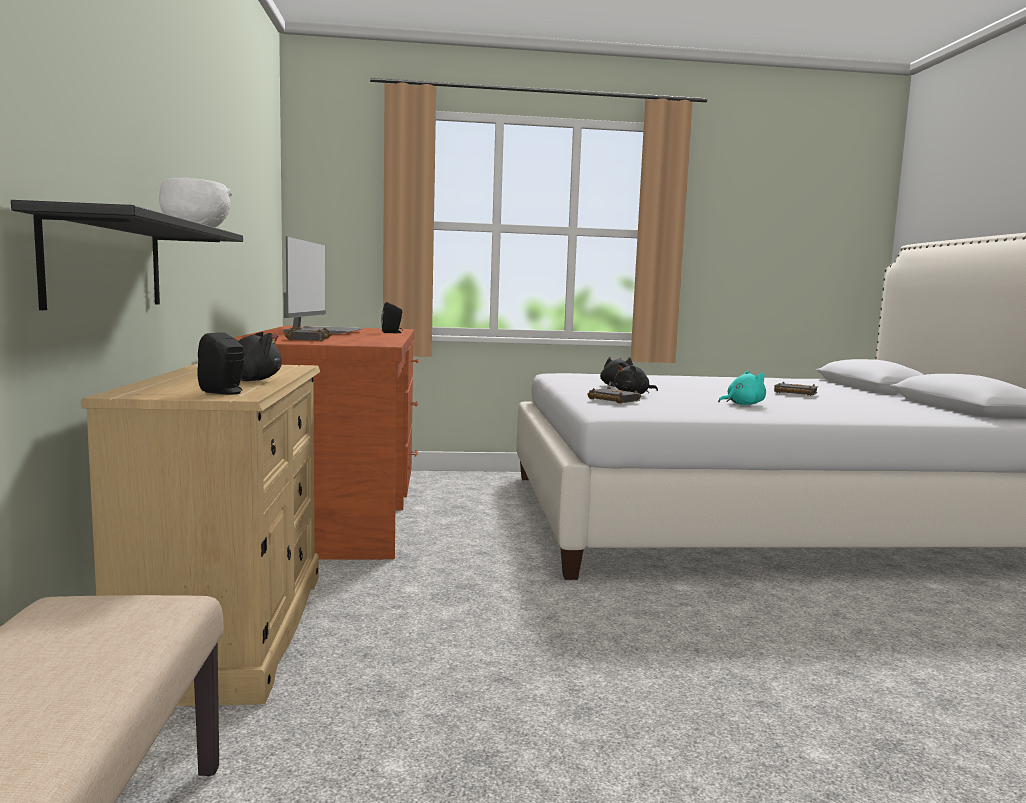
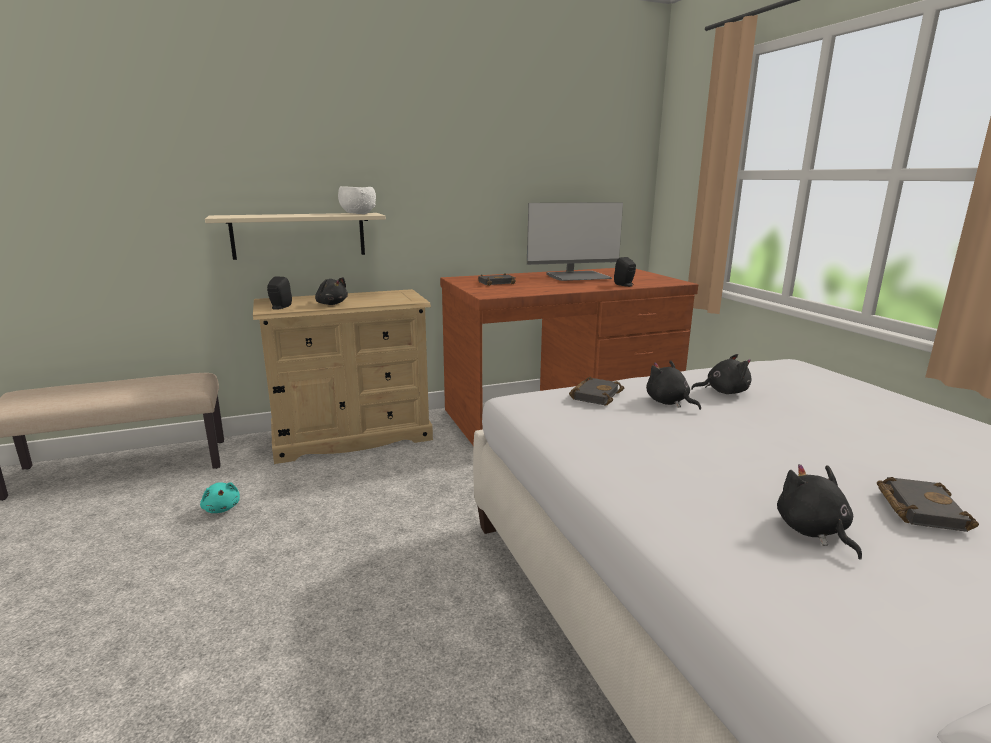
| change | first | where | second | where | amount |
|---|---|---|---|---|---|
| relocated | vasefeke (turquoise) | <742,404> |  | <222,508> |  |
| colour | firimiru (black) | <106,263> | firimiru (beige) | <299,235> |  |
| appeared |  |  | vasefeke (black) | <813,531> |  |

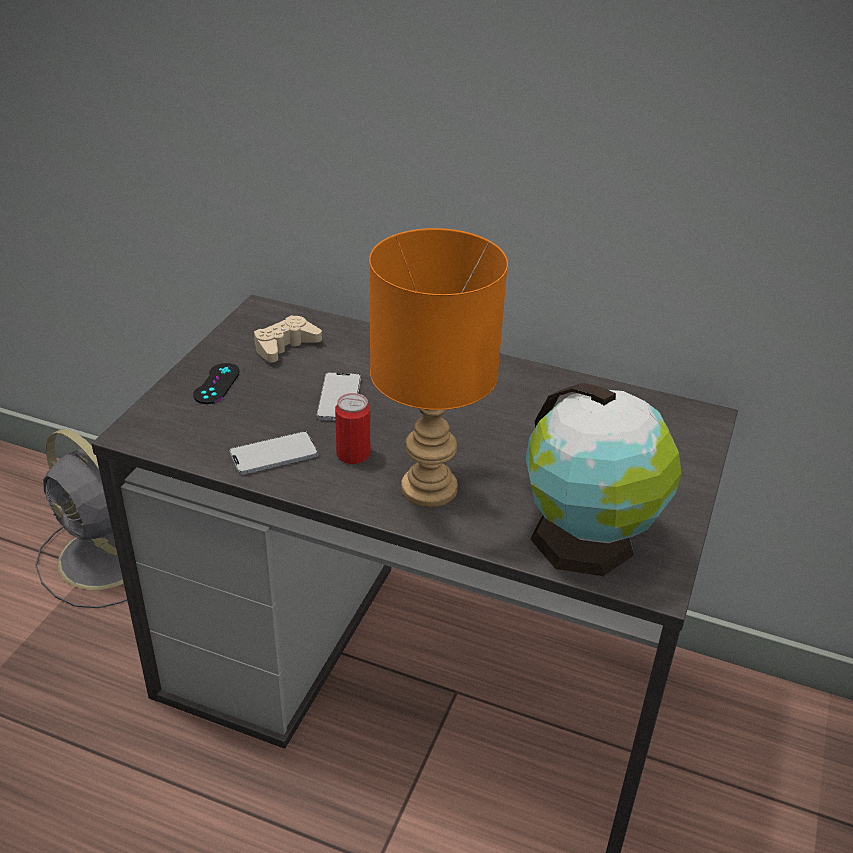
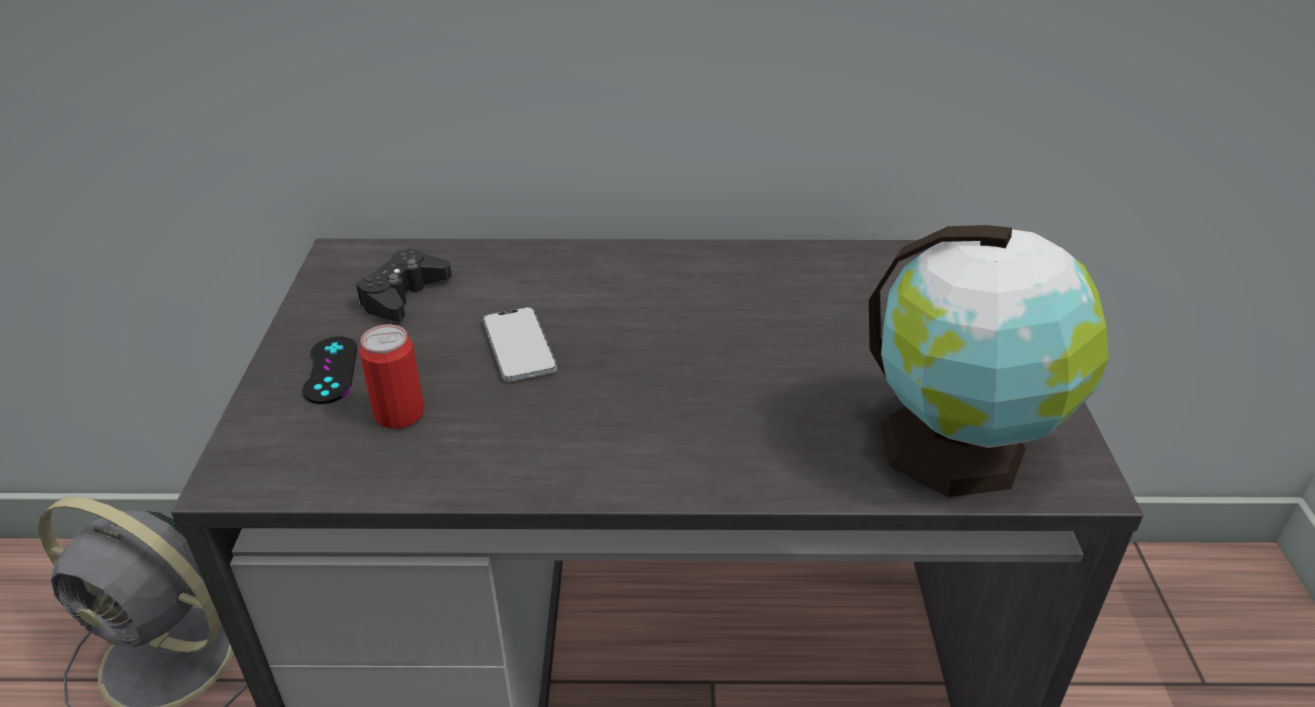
| change | first | where | second | where | amount |
|---|---|---|---|---|---|
| colour | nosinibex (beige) | <285,346> | nosinibex (black) | <403,295> |  |
| relocated | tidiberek | <353,454> |  | <399,414> |  |
| missing | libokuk | <274,454> |  |  |  |
| missing | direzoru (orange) | <431,488> |  |  |  |

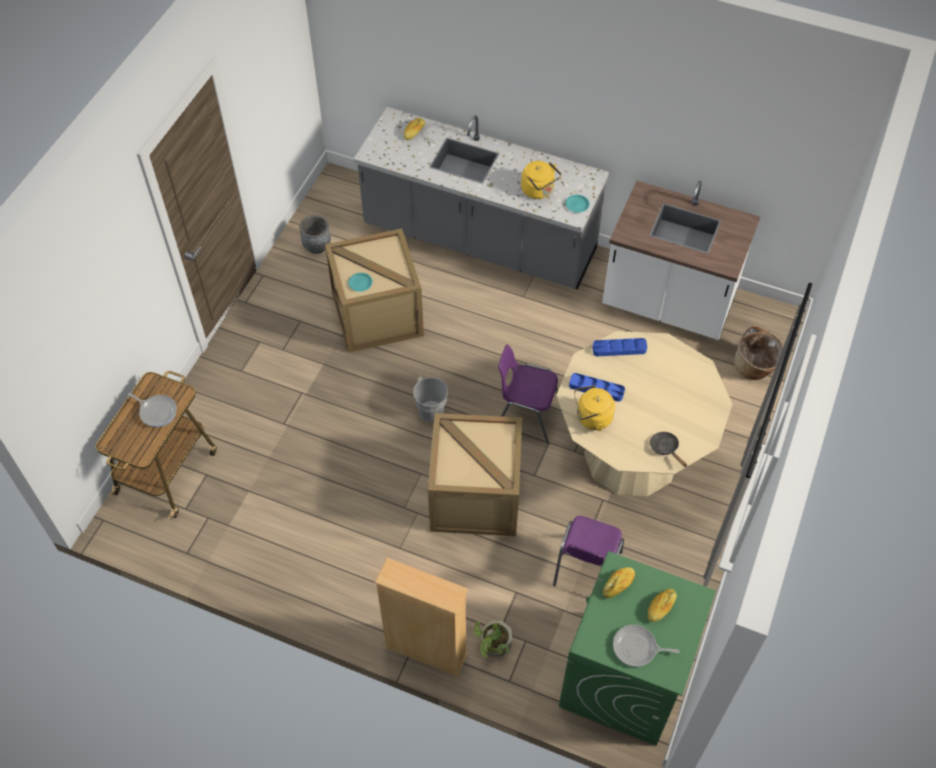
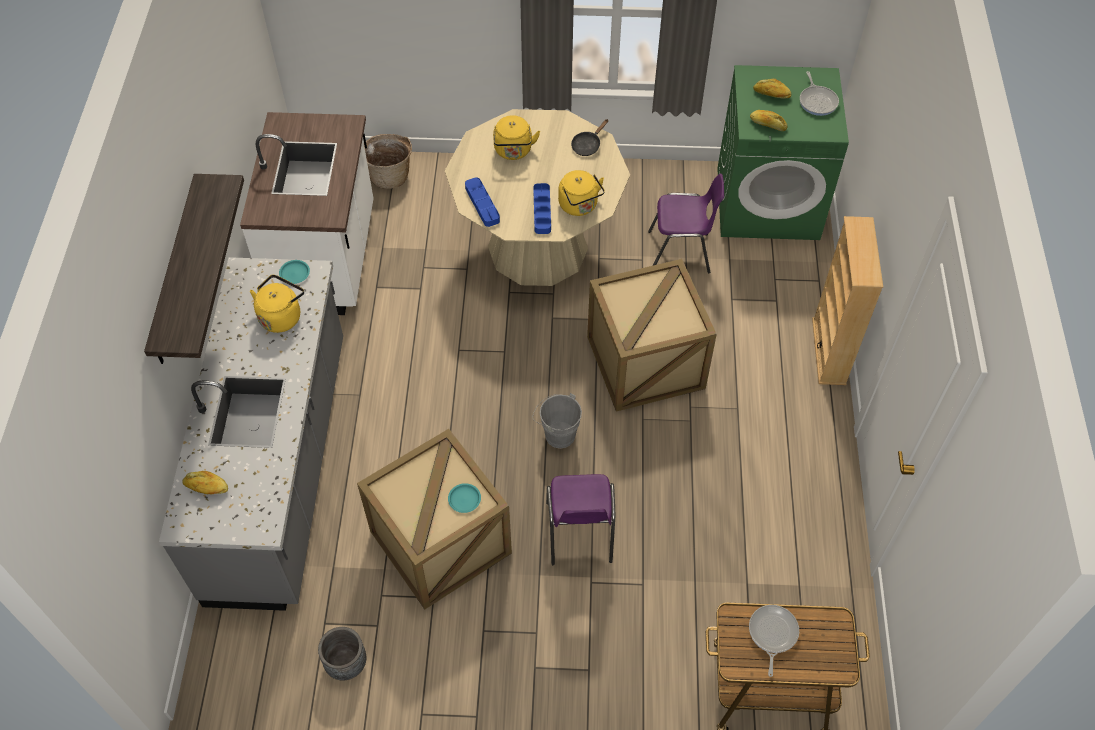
| change | first | where | second | where | amount |
|---|---|---|---|---|---|
| appeared |  |  | firimiru | <176,272> |  |
| appeared |  |  | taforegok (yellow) | <513,151> |  |
| relocated | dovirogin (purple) | <526,415> |  | <579,534> |  |
| missing | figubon | <493,646> |  |  |  |

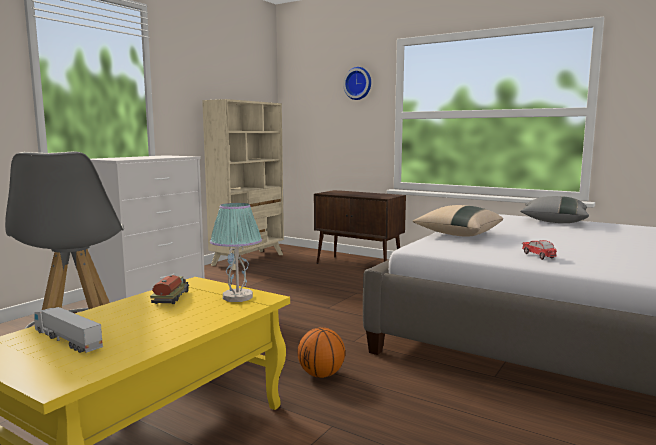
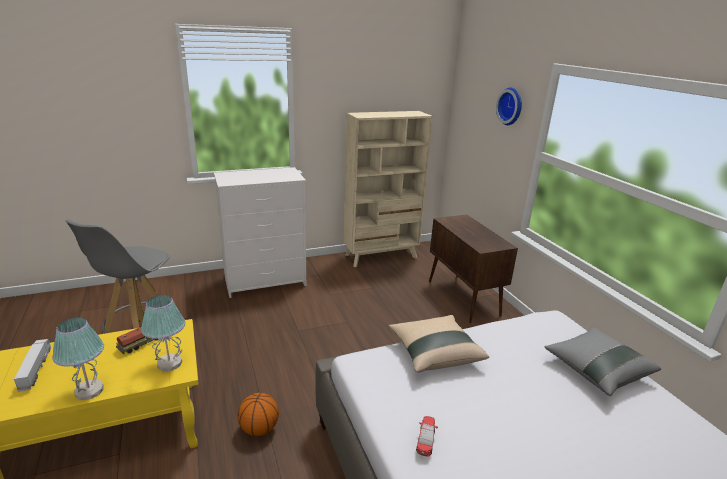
| change | first | where | second | where | amount |
|---|---|---|---|---|---|
| appeared |  |  | direzoru | <89,391> |  |

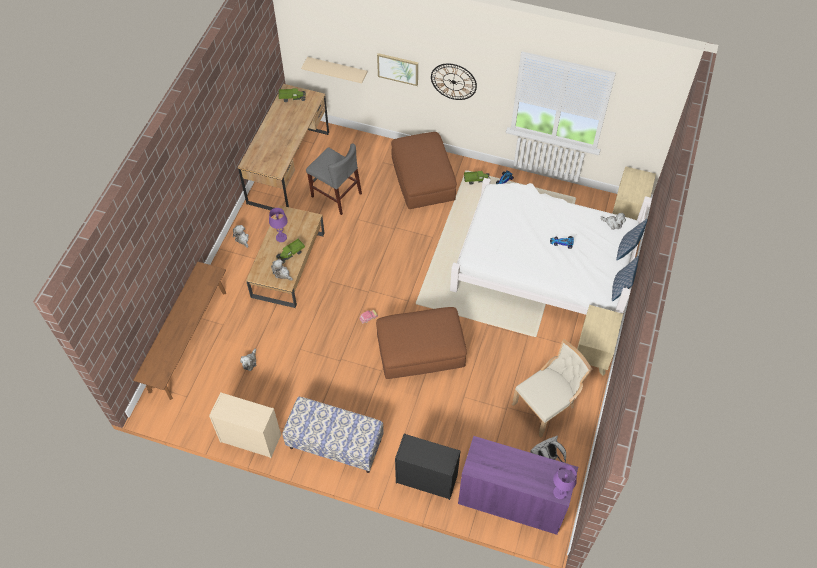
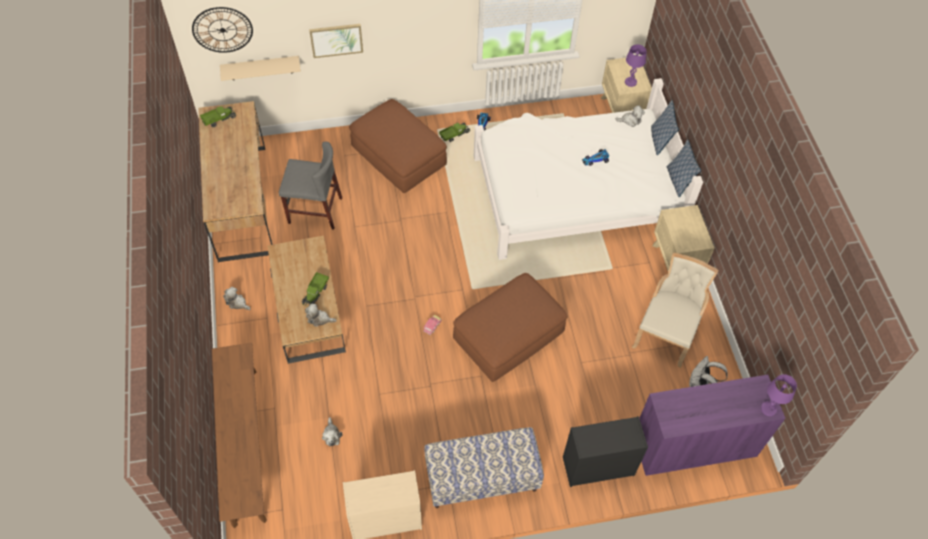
| change | first | where | second | where | amount |
|---|---|---|---|---|---|
| relocated | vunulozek | <453,81> |  | <222,30> |  |
| relocated | direzoru (purple) | <281,238> |  | <630,82> |  |

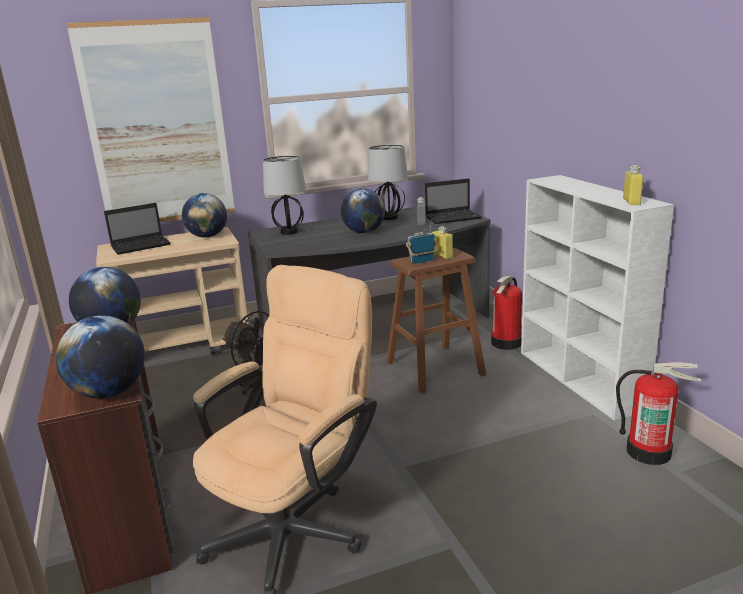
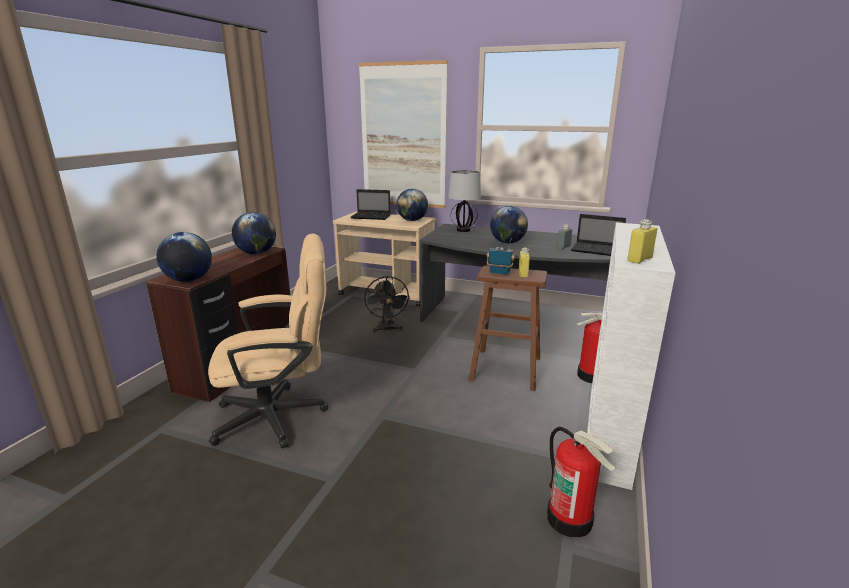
| change | first | where | second | where | amount |
|---|---|---|---|---|---|
| missing | direzoru | <389,218> |  |  |  |

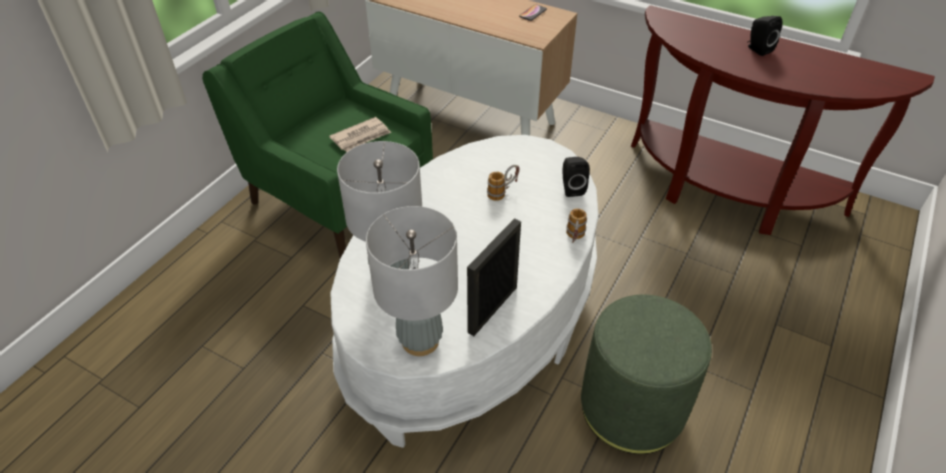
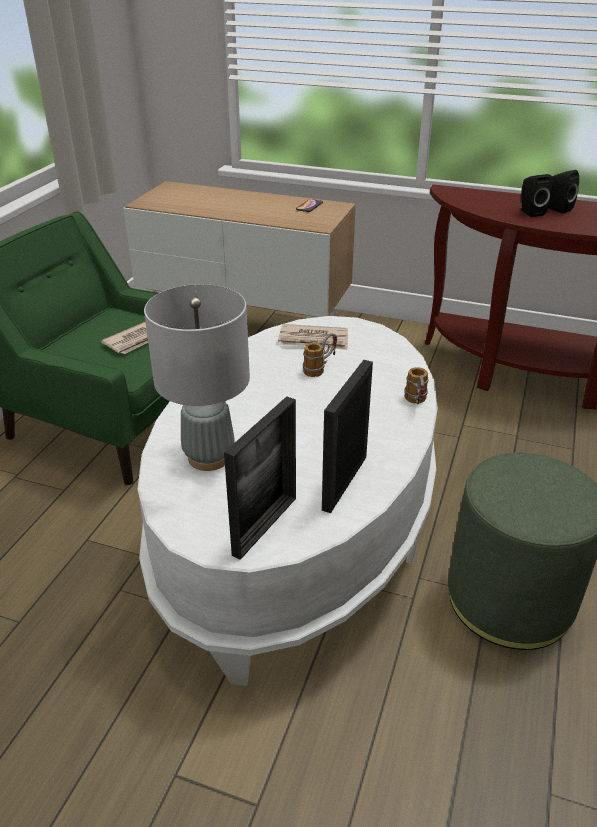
| change | first | where | second | where | amount |
|---|---|---|---|---|---|
| exchanged | direzoru (grey) | <420,340> | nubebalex | <265,525> |  |
| appeared |  |  | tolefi | <314,340> |  |
| relocated | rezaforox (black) | <571,188> |  | <530,212> |  |

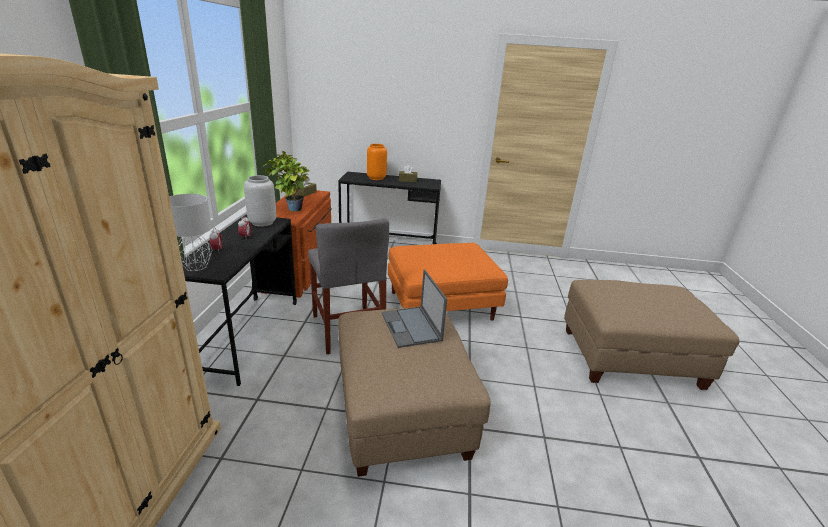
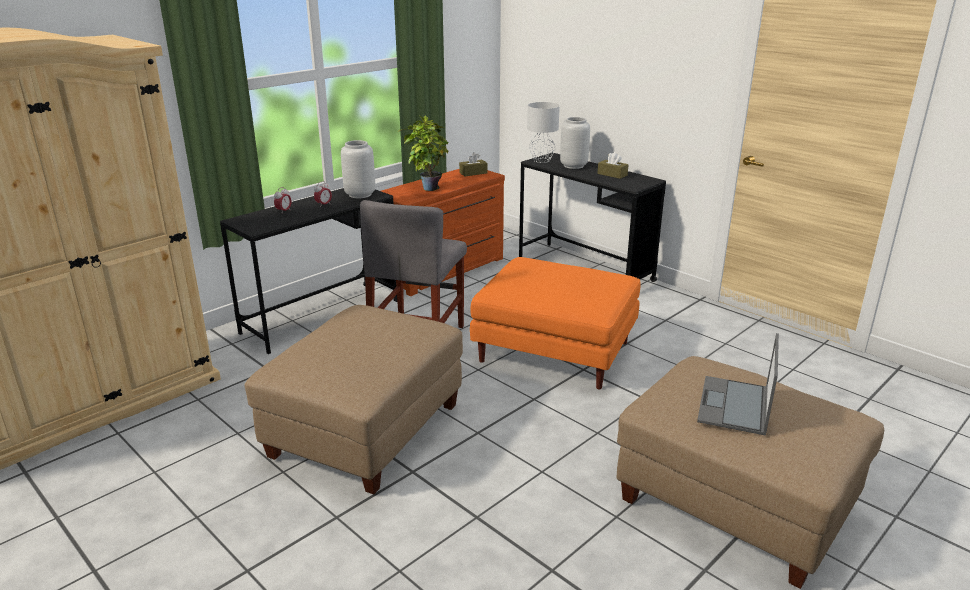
| change | first | where | second | where | amount |
|---|---|---|---|---|---|
| relocated | direzoru (grey) | <197,266> |  | <542,160> |  |
| colour | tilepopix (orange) | <376,178> | tilepopix (grey) | <573,166> |  |
| relocated | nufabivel | <411,327> |  | <734,406> |  |

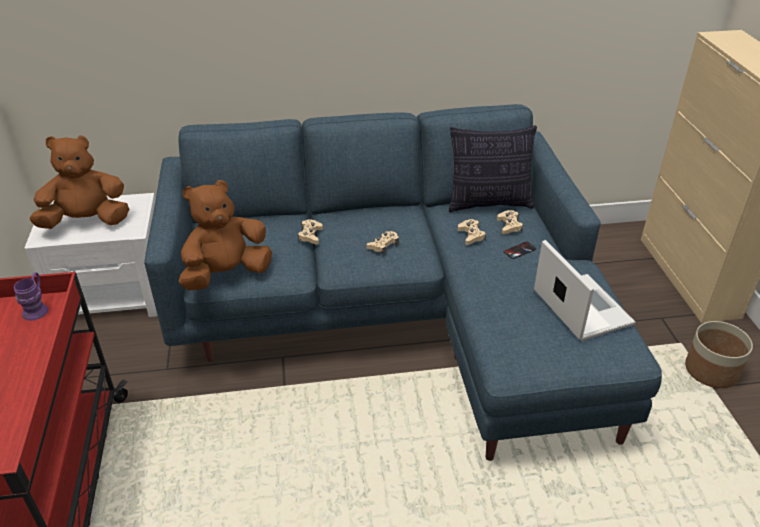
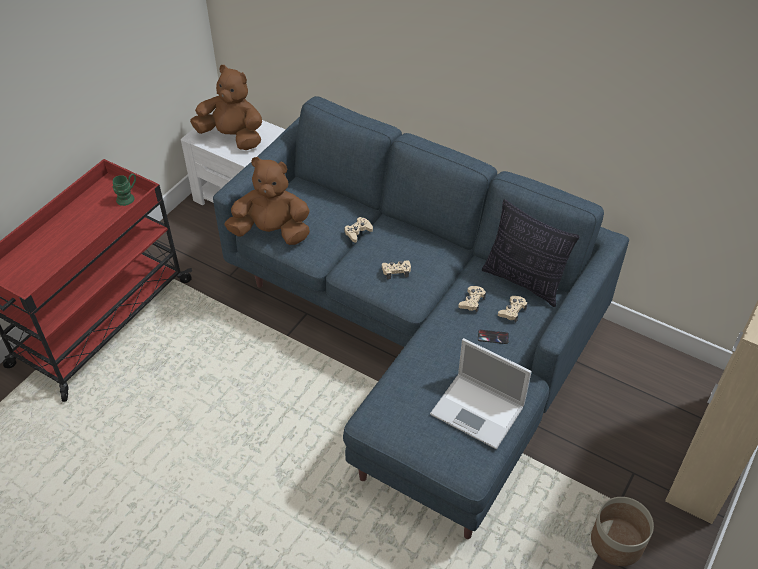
| change | first | where | second | where | amount |
|---|---|---|---|---|---|
| colour | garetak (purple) | <37,308> | garetak (green) | <128,197> |  |
| spun | nufabivel | <580,306> |  | <479,411> | 105 degrees clockwise |

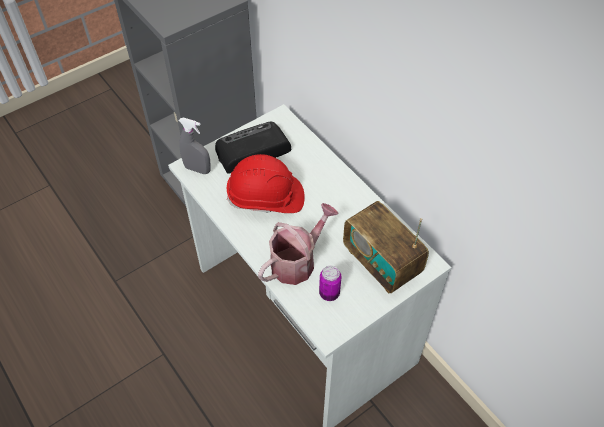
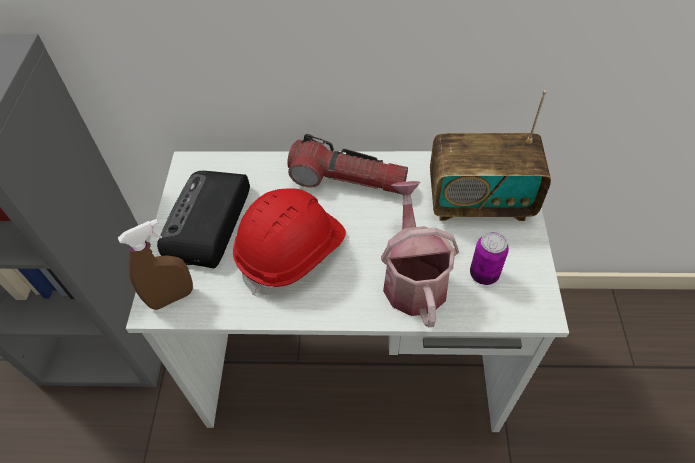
| change | first | where | second | where | amount |
|---|---|---|---|---|---|
| colour | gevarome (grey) | <197,169> | gevarome (brown) | <172,297> |  |
| appeared |  |  | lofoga | <347,180> |  |

